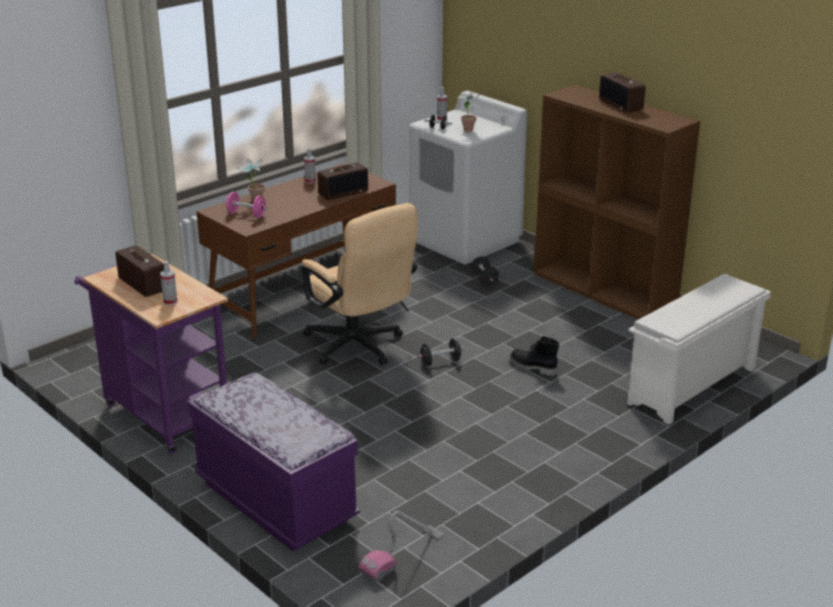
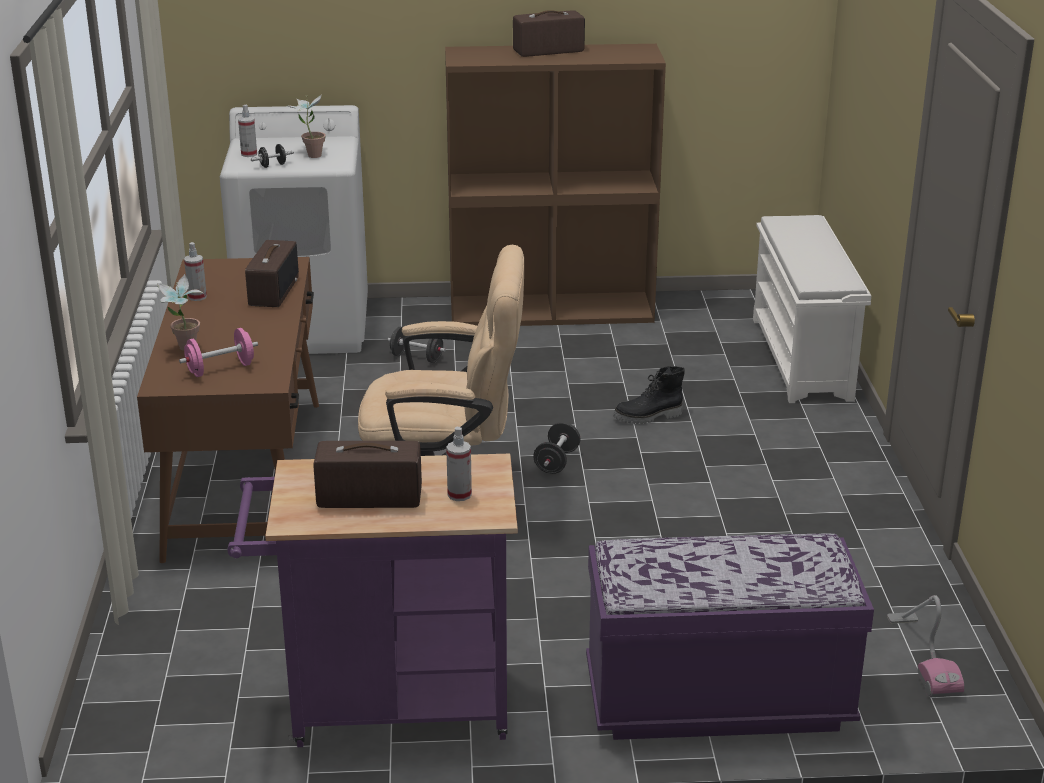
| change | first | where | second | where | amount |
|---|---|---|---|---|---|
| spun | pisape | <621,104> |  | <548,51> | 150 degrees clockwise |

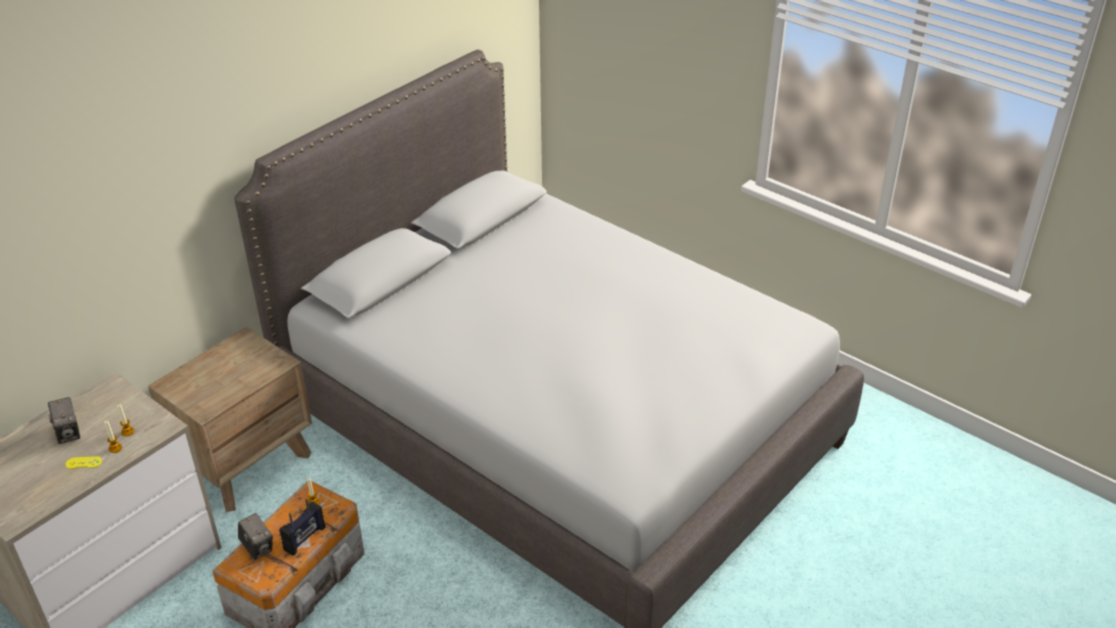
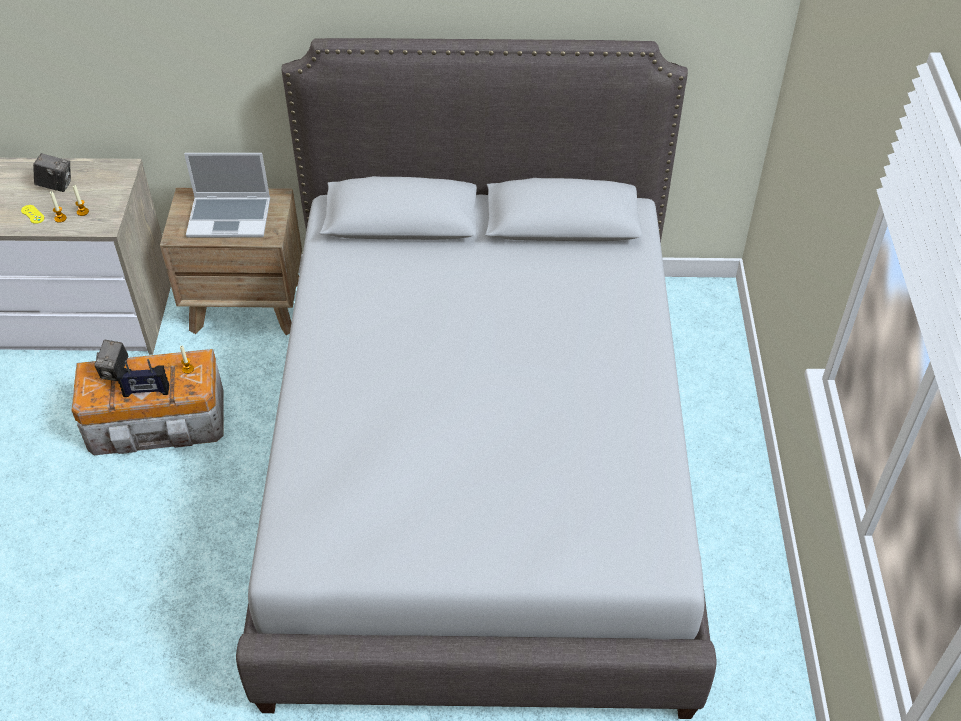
| change | first | where | second | where | amount |
|---|---|---|---|---|---|
| spun | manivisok | <69,433> |  | <56,185> | 105 degrees counterclockwise |
| appeared |  |  | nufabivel | <230,218> |  |

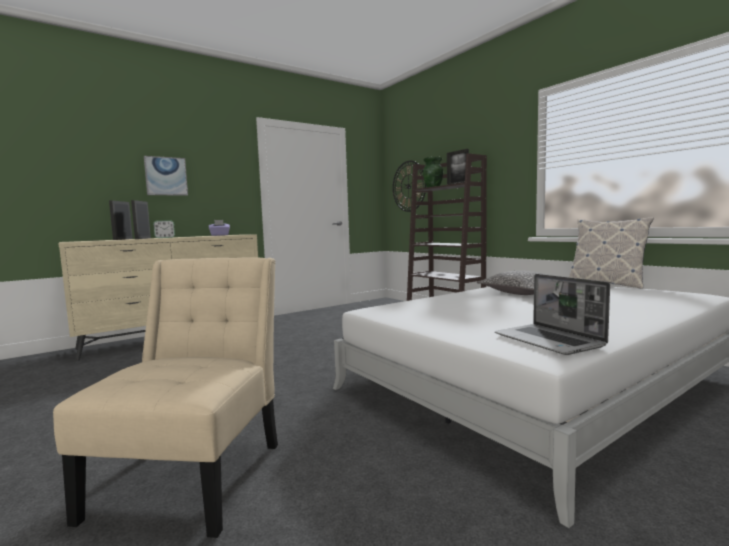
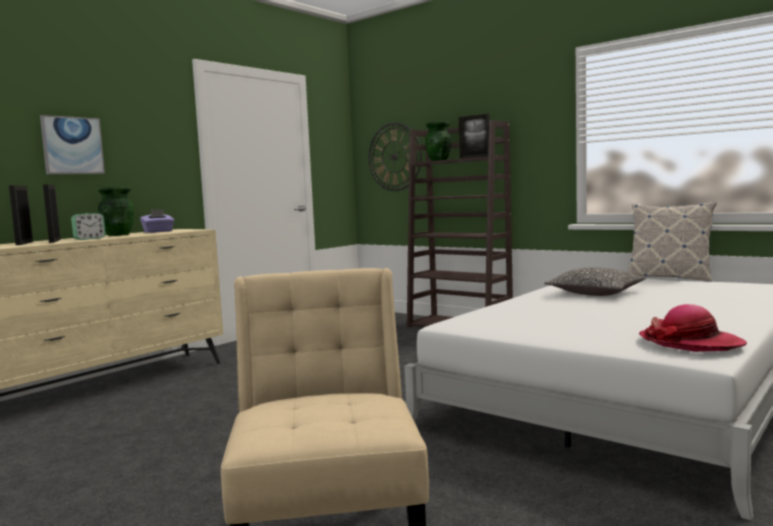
| change | first | where | second | where | amount |
|---|---|---|---|---|---|
| appeared |  |  | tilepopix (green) | <118,235> |  |
| exchanged | nufabivel | <550,341> | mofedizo | <690,343> |  |

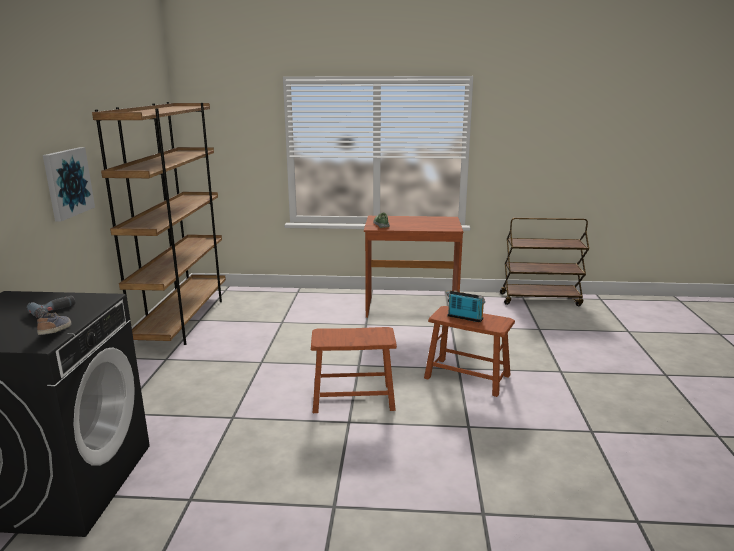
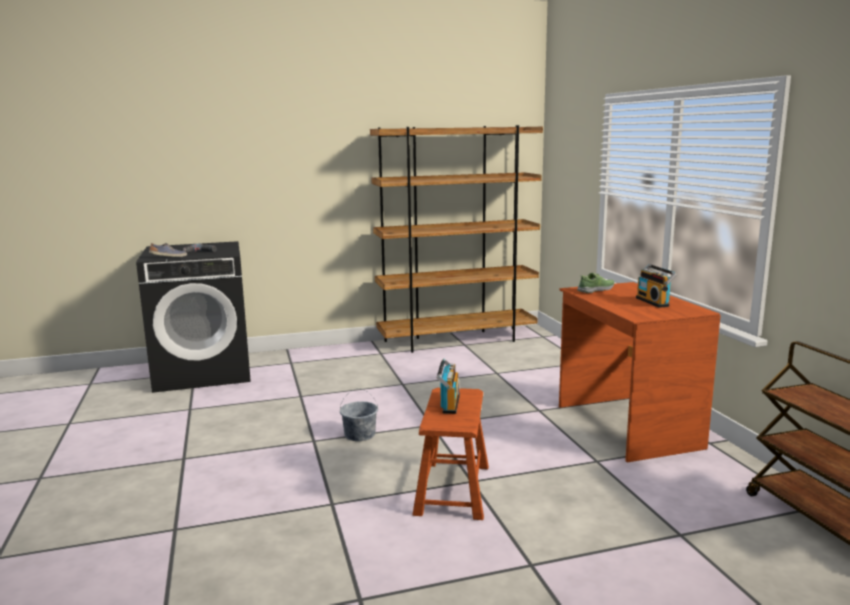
| change | first | where | second | where | amount |
|---|---|---|---|---|---|
| exchanged | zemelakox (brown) | <353,398> | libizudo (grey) | <359,434> |  |
| appeared |  |  | pisape | <654,302> |  |
| missing | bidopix | <67,183> |  |  |  |

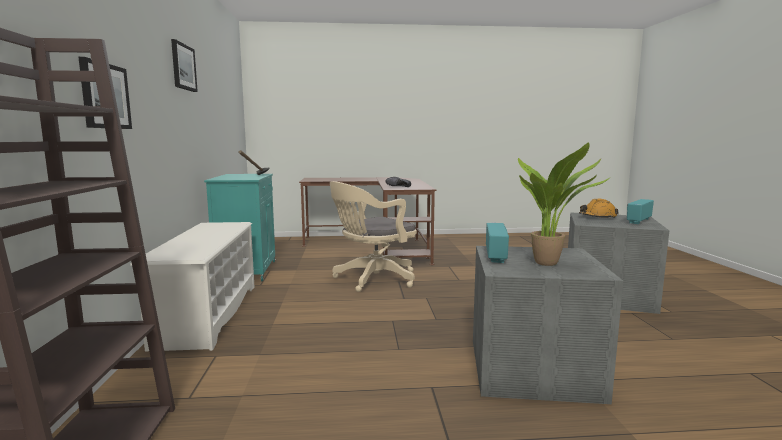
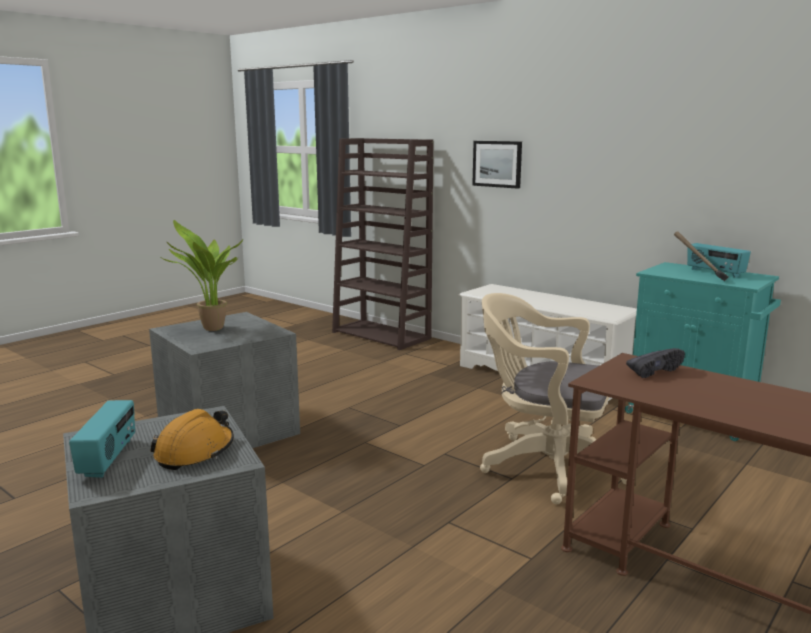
| change | first | where | second | where | amount |
|---|---|---|---|---|---|
| spun | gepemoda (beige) | <372,279> |  | <545,466> | 75 degrees counterclockwise |
| relocated | pisape | <496,256> |  | <715,273> |  |
| missing | bidopix | <183,67> |  |  |  |

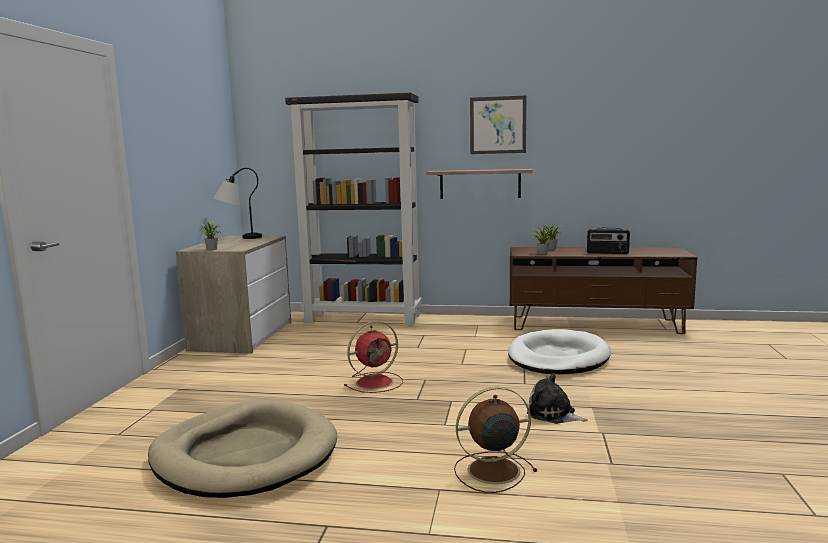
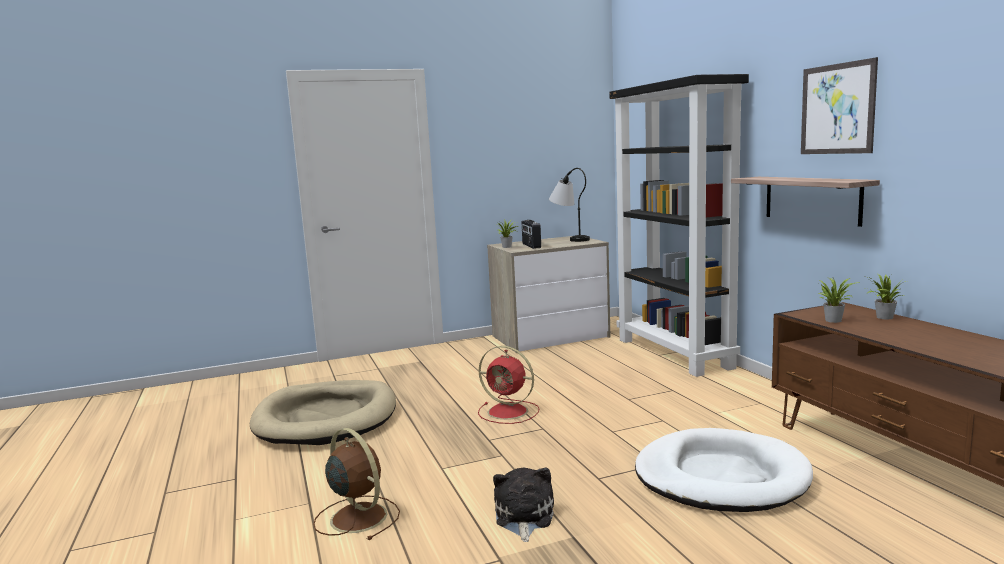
| change | first | where | second | where | amount |
|---|---|---|---|---|---|
| relocated | pisape | <607,253> |  | <531,246> |  |

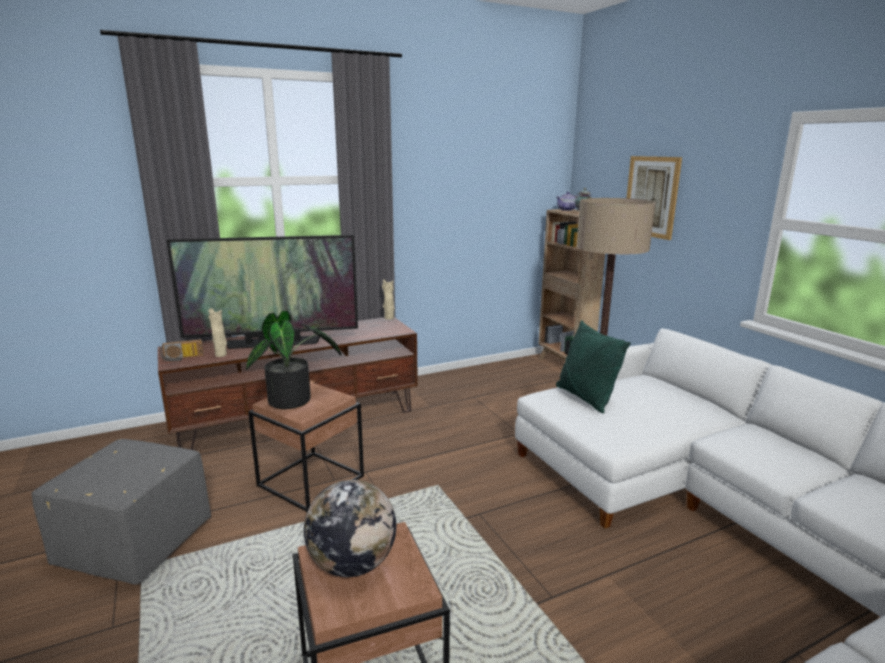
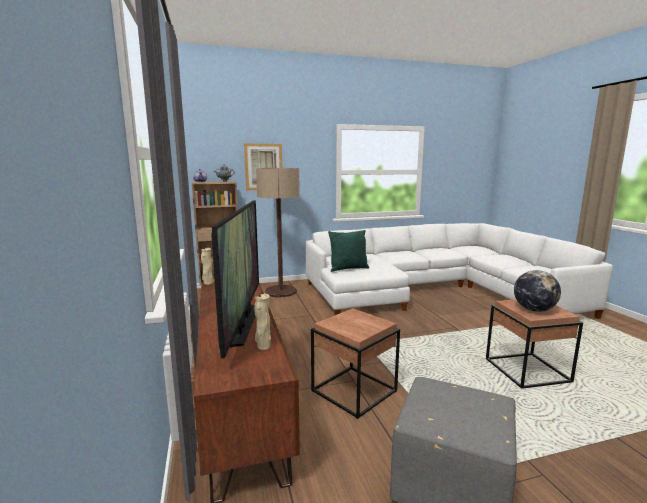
| change | first | where | second | where | amount |
|---|---|---|---|---|---|
| missing | pisape | <182,358> |  |  |  |
| missing | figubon | <294,401> |  |  |  |

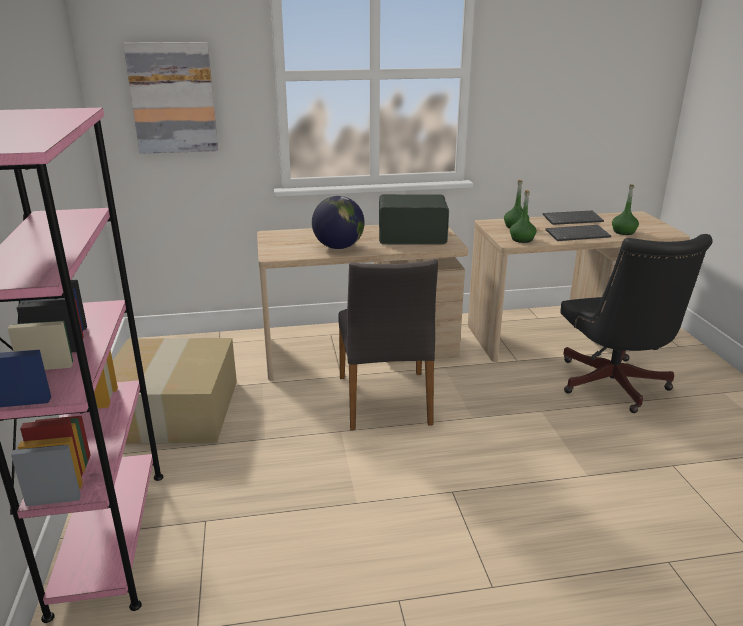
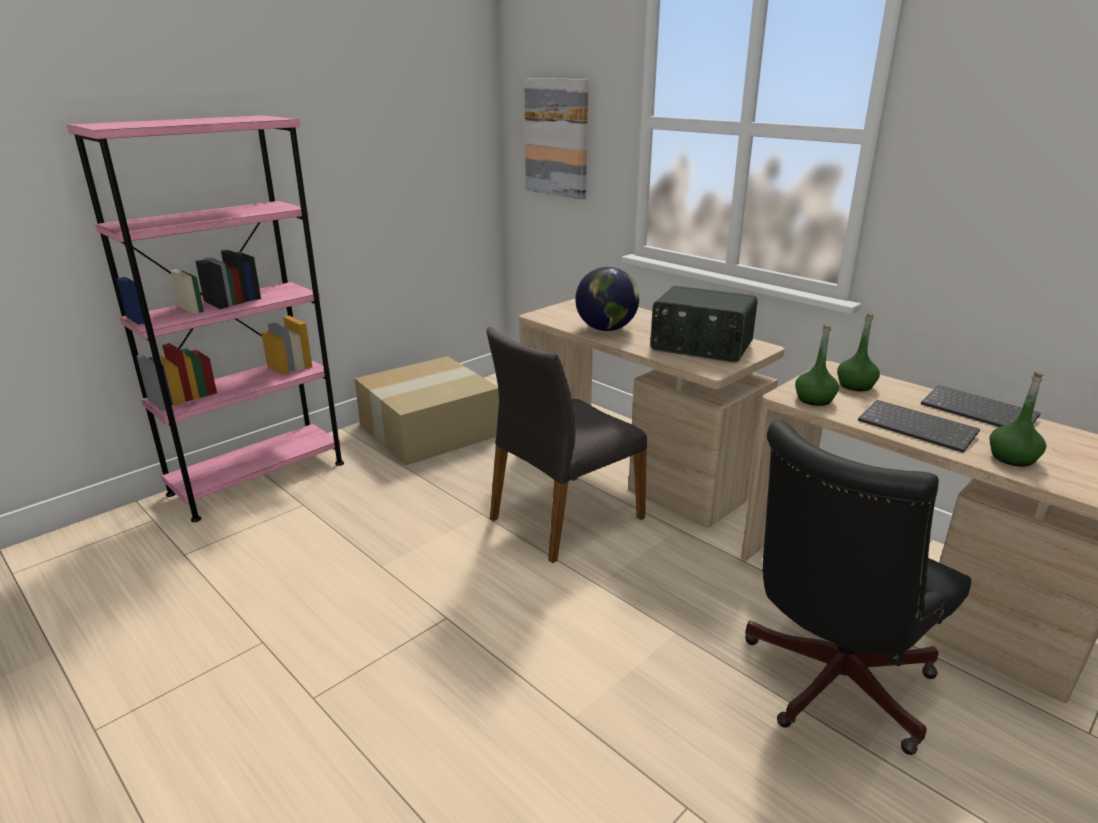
| change | first | where | second | where | amount |
|---|---|---|---|---|---|
| spun | pisape | <412,236> |  | <701,347> | 150 degrees clockwise |

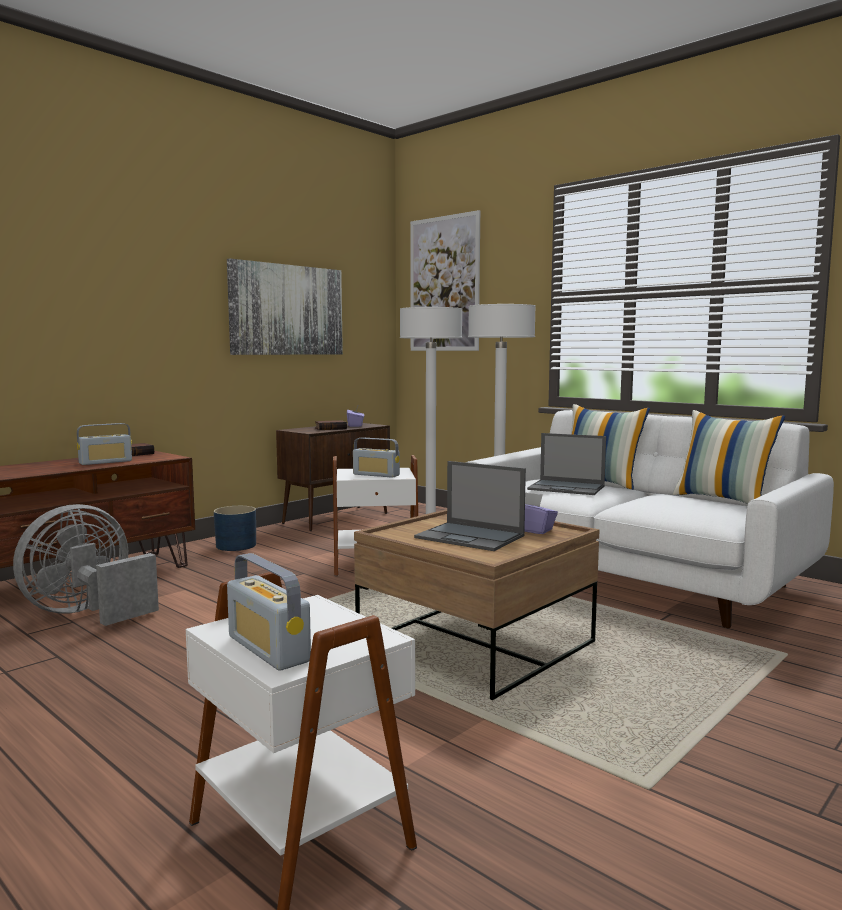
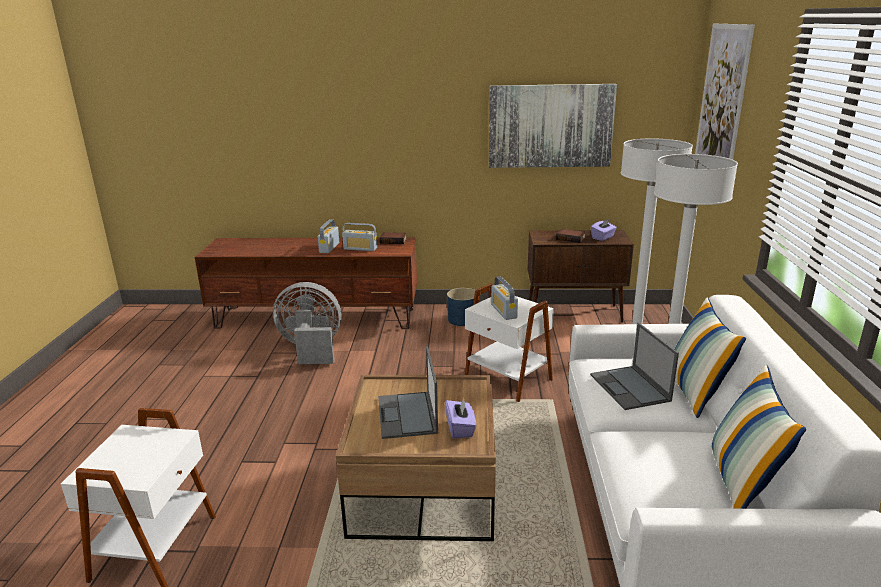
| change | first | where | second | where | amount |
|---|---|---|---|---|---|
| relocated | pisape | <268,649> |  | <329,248> |  |

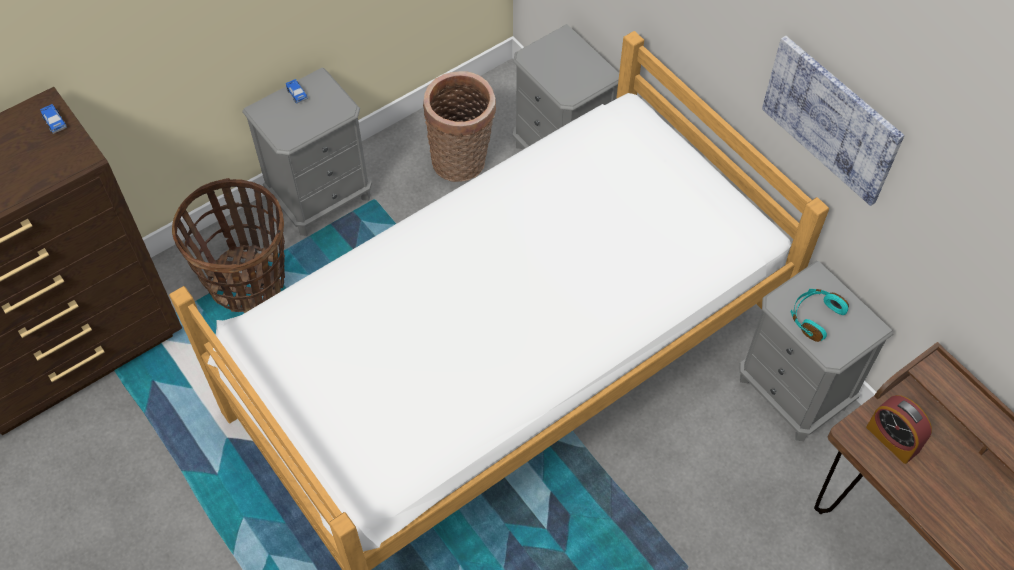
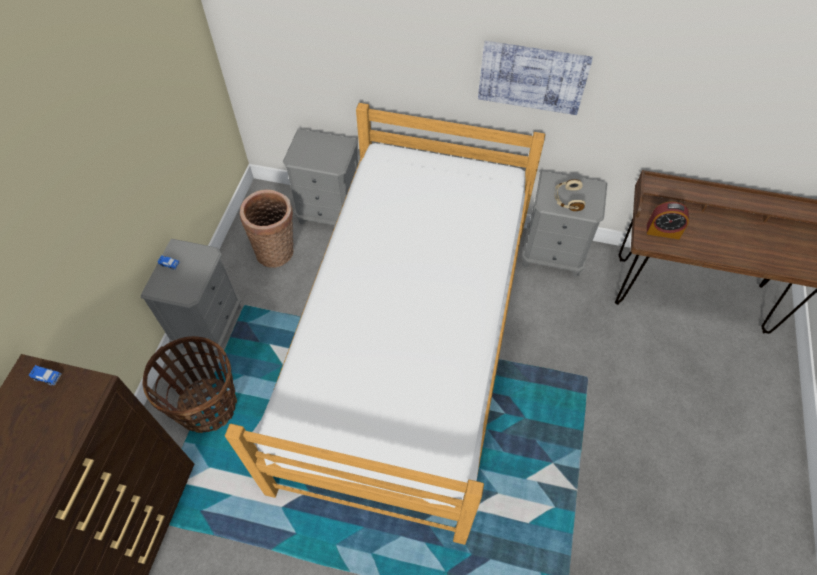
| change | first | where | second | where | amount |
|---|---|---|---|---|---|
| colour | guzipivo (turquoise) | <814,317> | guzipivo (beige) | <567,199> |  |

